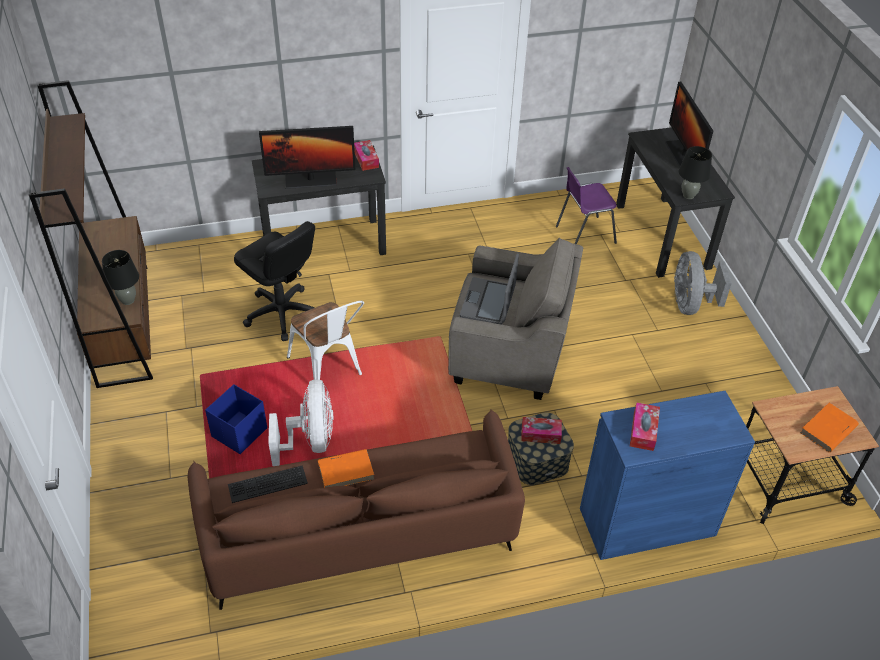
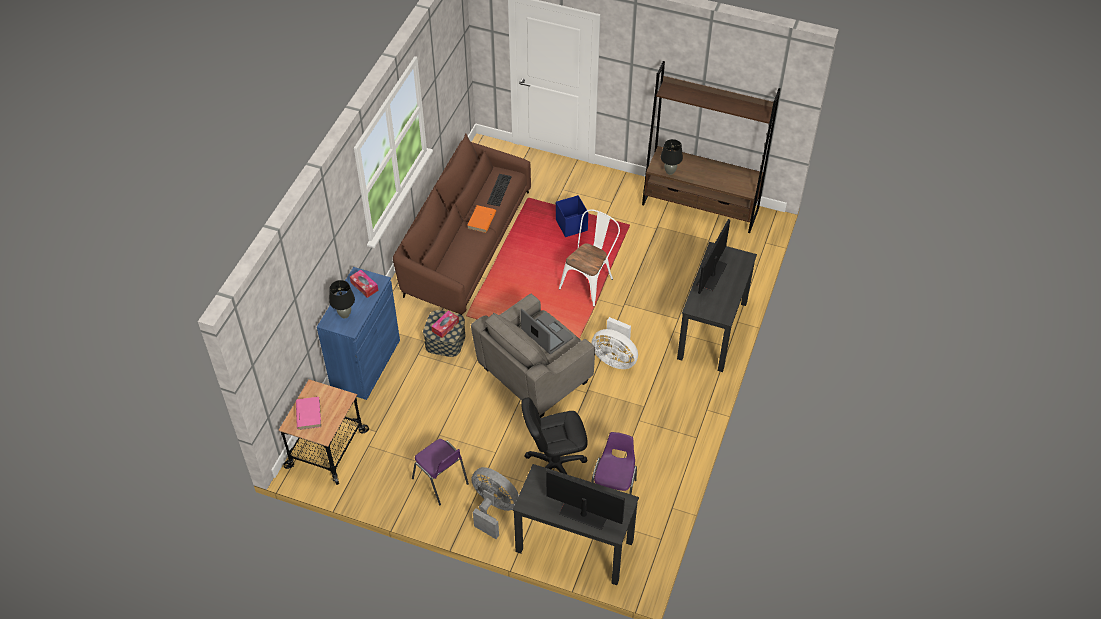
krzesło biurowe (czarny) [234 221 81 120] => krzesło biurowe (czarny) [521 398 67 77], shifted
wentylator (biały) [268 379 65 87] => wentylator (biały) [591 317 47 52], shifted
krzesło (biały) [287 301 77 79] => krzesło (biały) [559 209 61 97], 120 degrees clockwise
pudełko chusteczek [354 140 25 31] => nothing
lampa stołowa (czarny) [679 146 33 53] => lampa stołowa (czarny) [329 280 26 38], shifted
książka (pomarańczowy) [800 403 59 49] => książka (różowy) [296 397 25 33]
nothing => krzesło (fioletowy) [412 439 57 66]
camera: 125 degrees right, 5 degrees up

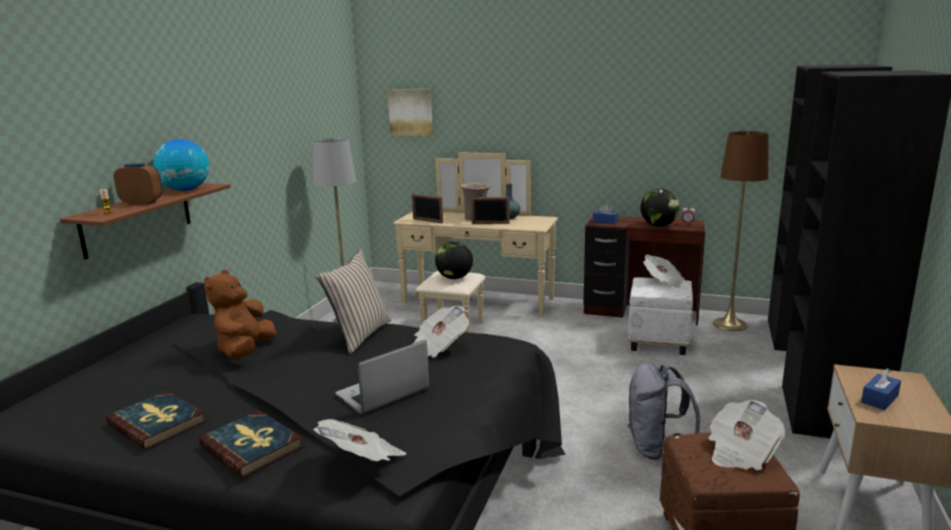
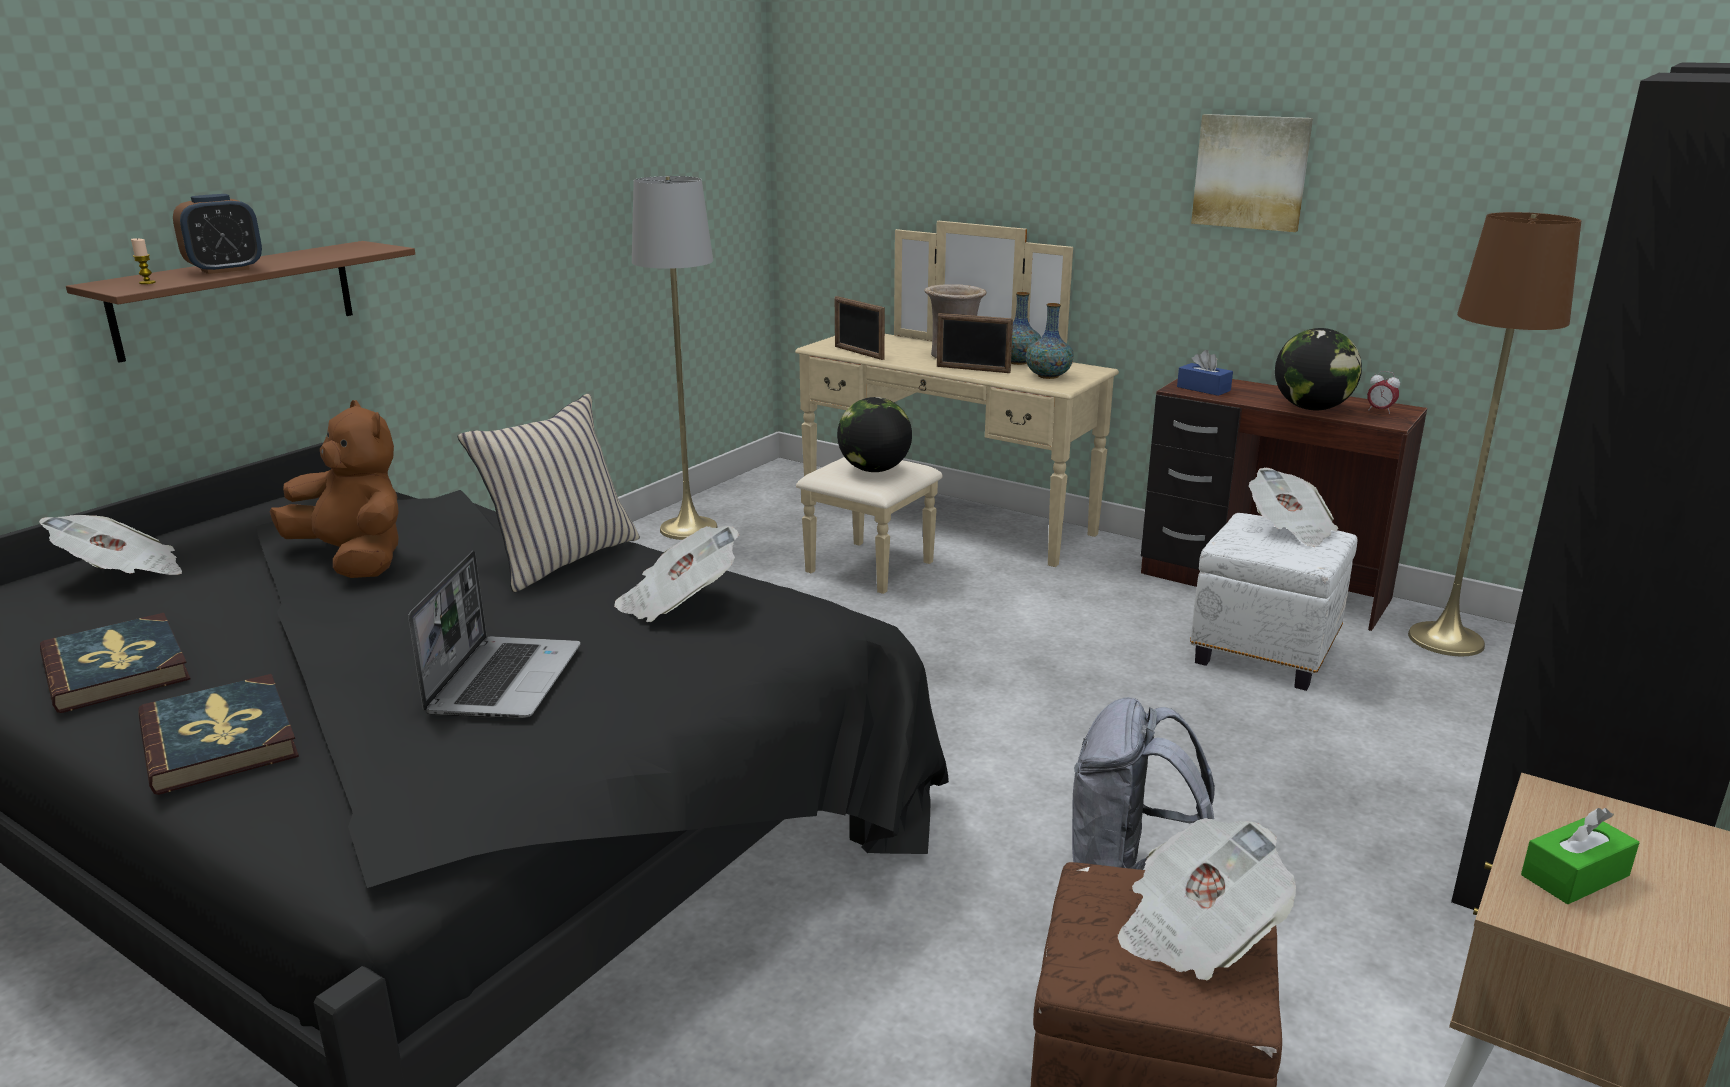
budzik [114 163 49 42] => budzik [173 194 89 80], 120 degrees clockwise
globus [154 139 56 52] => nothing
pluszak (brązowy) [204 269 72 90] => pluszak (brązowy) [270 400 129 178], 105 degrees clockwise
gazeta [313 419 93 43] => gazeta [39 515 143 60], shifted
laptop [335 340 94 75] => laptop [408 551 172 168], 120 degrees clockwise
obraz [387 89 46 47] => obraz [1191 114 122 118], shifted
pudełko chusteczek (niebieski) [861 368 40 42] => pudełko chusteczek (zielony) [1521 808 119 96]
nothing => wazon [1026 303 48 76]
camera: 15 degrees right, 5 degrees up

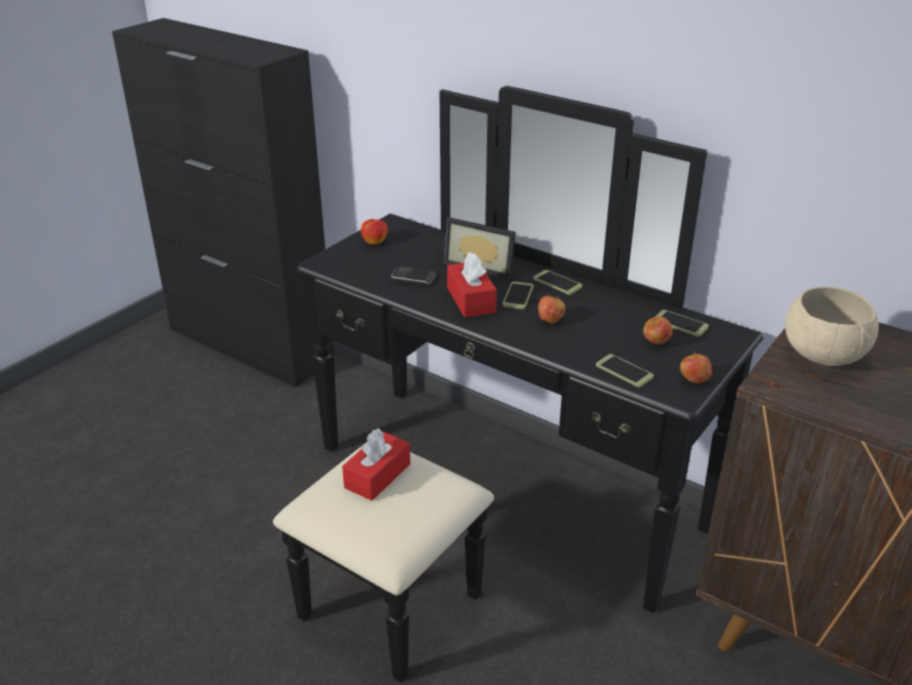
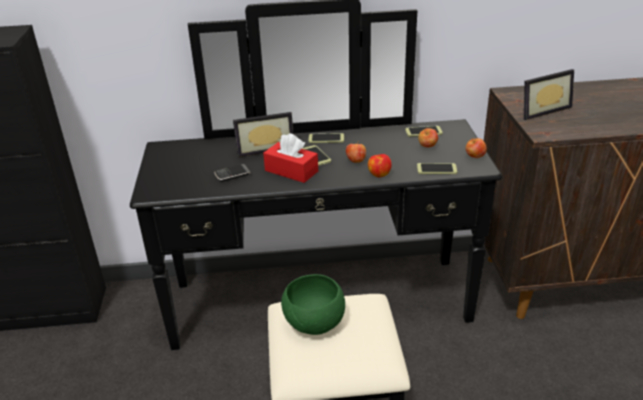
pudełko chusteczek (czerwony) [342 429 68 72] => miska (zielony) [281 274 64 61]
jabłko [361 219 27 26] => jabłko [368 154 24 23], shifted
miska (beżowy) [785 287 94 79] => ramka na zdjęcie [524 69 50 51]
camera: 40 degrees left, 0 degrees up

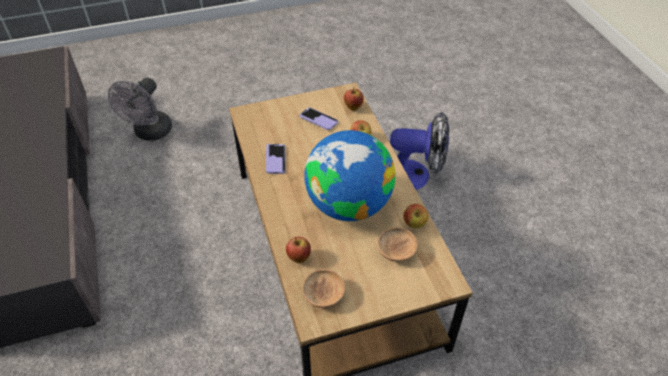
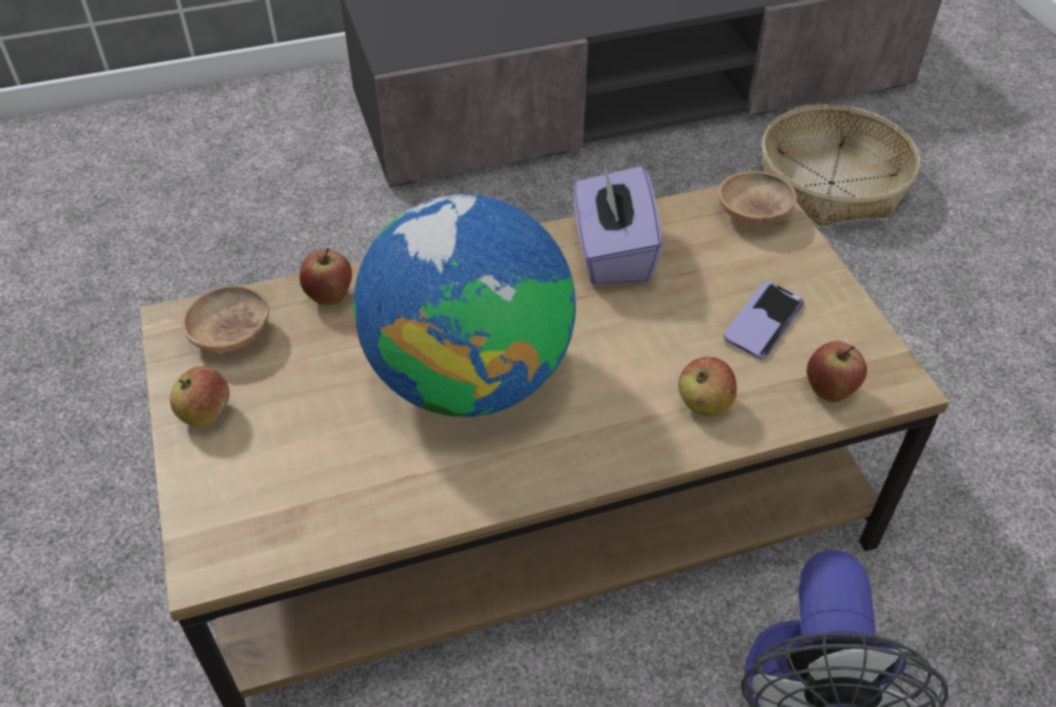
wentylator (szary) [108 78 64 63] => koszyk [761 104 159 122]
telefon [266 144 20 30] => pudełko chusteczek (fioletowy) [574 166 88 119]
miska (brązowy) [377 227 41 35] => miska (brązowy) [718 171 79 53], shifted
jabłko [404 204 24 24] => jabłko [170 366 60 61], shifted
camera: 90 degrees right, 0 degrees up

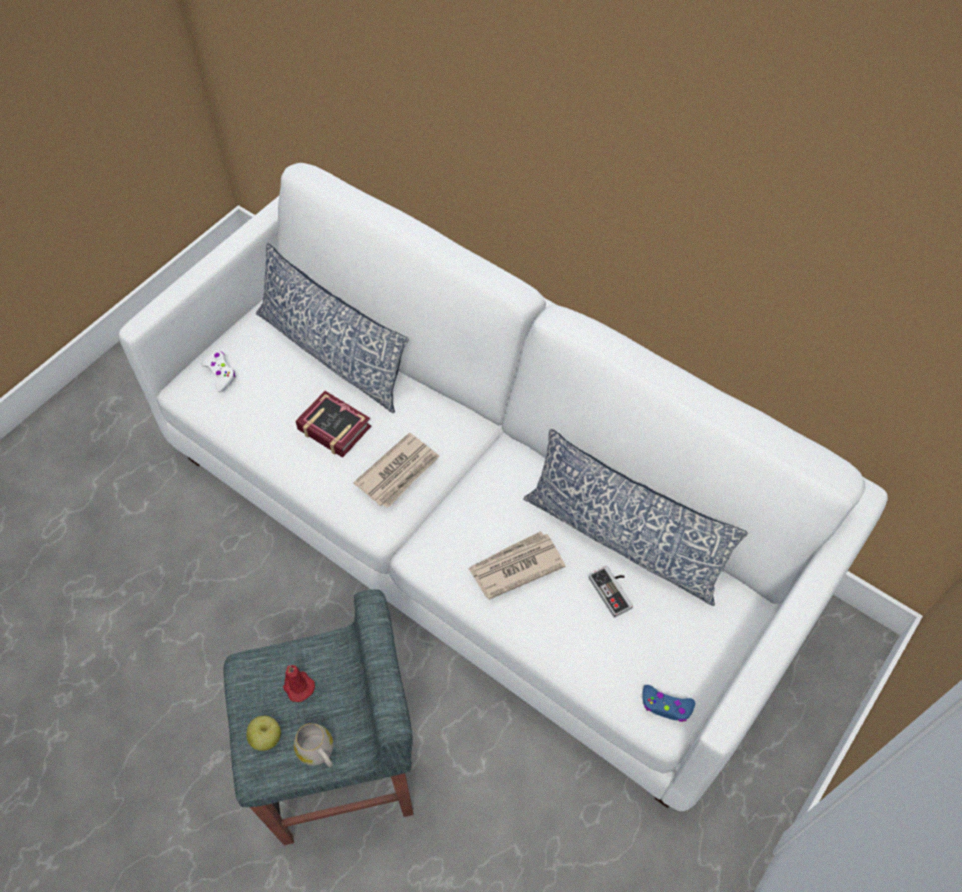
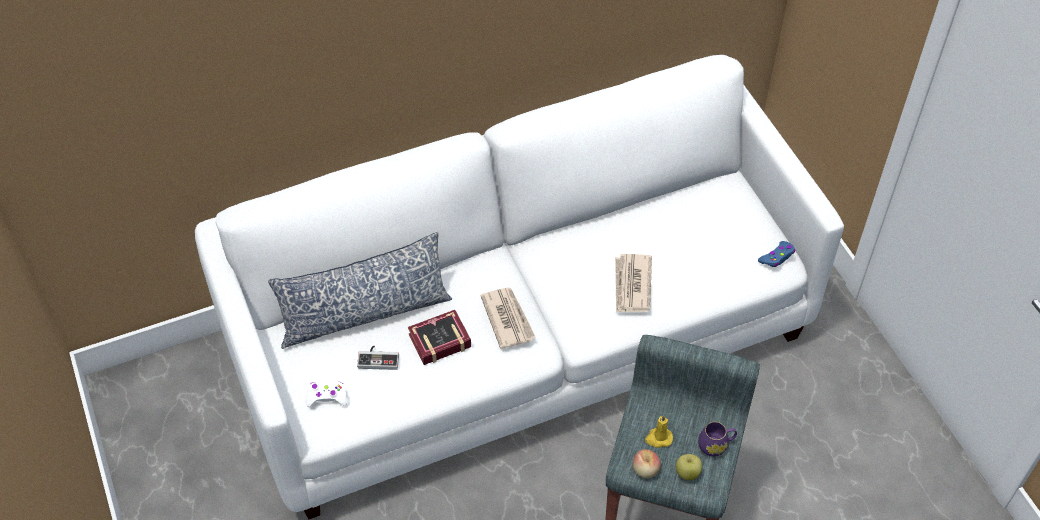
świeca (czerwony) [283 665 32 37] => świeca (żółty) [645 415 28 33]
kubek (biały) [294 723 40 45] => kubek (fioletowy) [698 422 39 34]
poduszka [523 429 225 177] => nothing
pad do gier [589 566 44 52] => pad do gier [357 345 42 25], shifted
nothing => jabłko [633 449 28 29]
camera: 60 degrees left, 5 degrees down

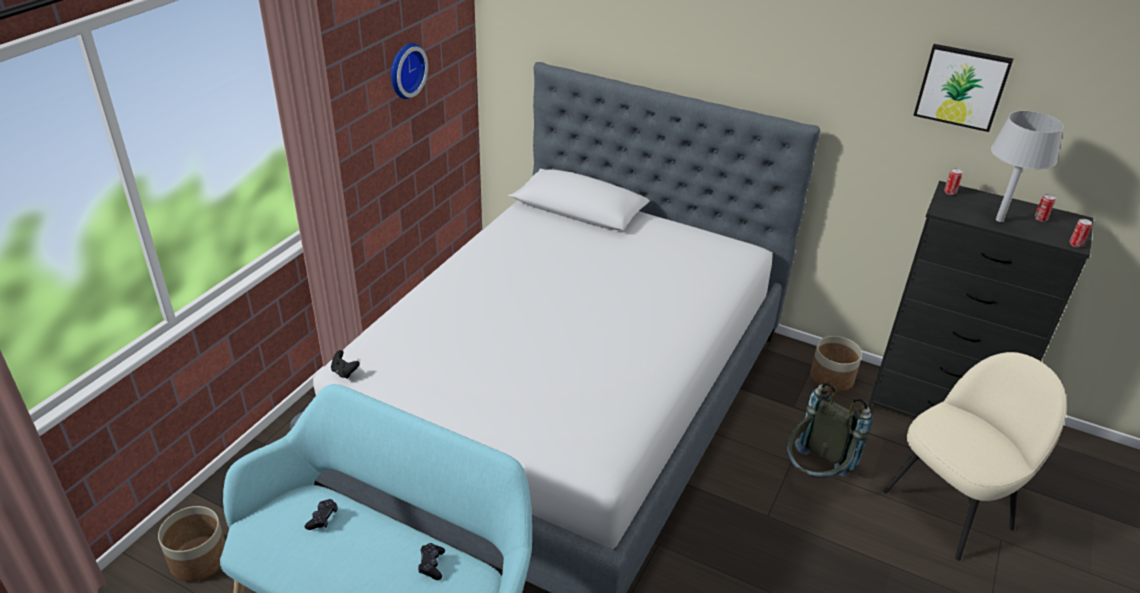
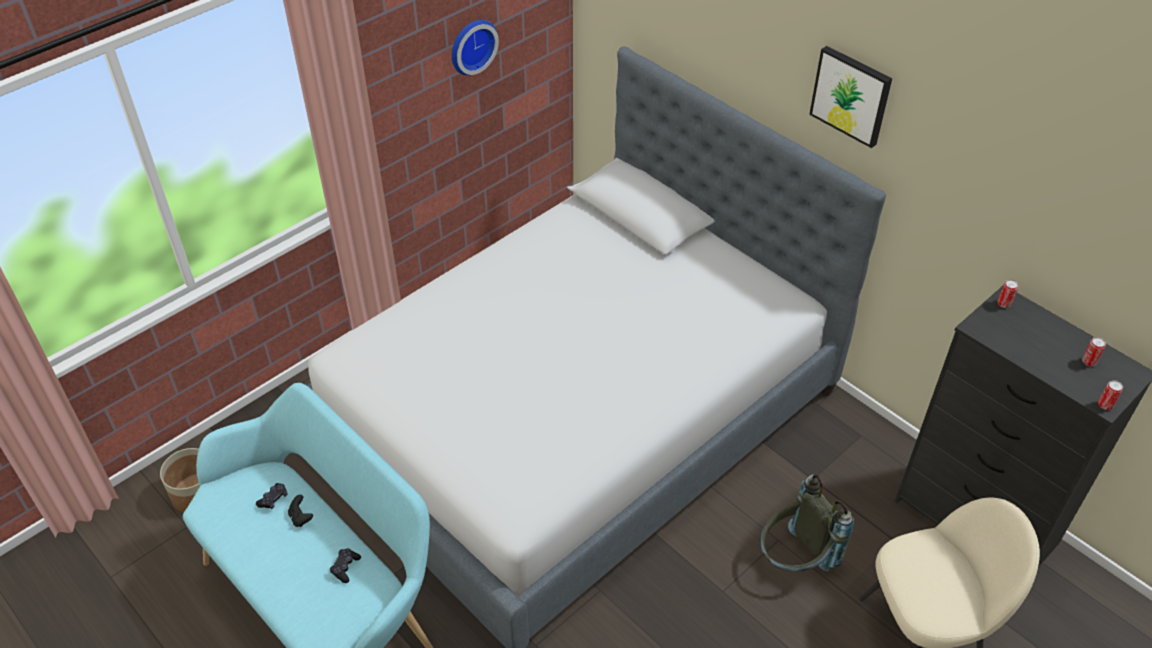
pad do gier (czarny) [331 350 29 29] => pad do gier (czarny) [288 495 25 32], shifted
donica [810 336 52 56] => nothing
obraz [913 44 100 88] => obraz [809 46 83 102], shifted
lampa stołowa (szary) [991 111 73 111] => nothing
camera: 20 degrees right, 10 degrees up

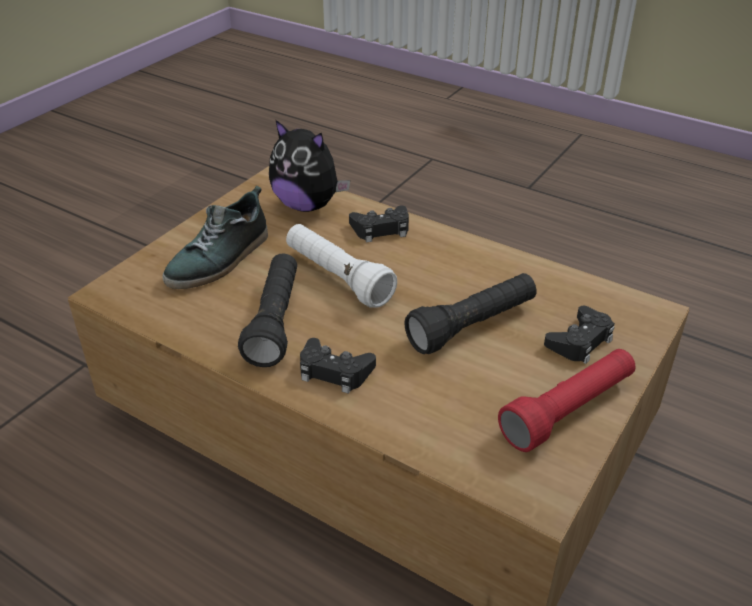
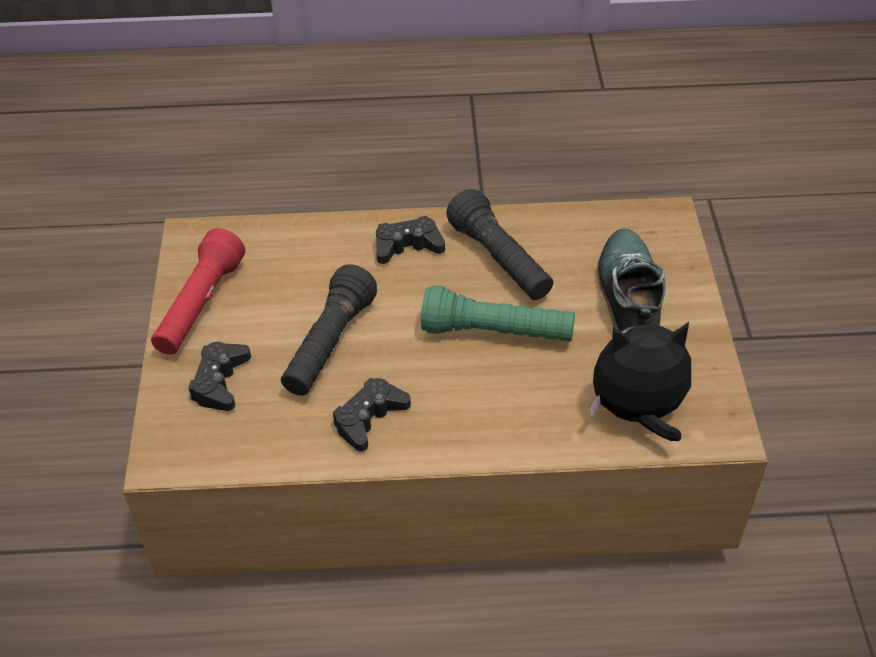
latarka (biały) [286 224 111 84] => latarka (zielony) [421 285 154 57]
pad do gier (czarny) [349 206 60 37] => pad do gier (czarny) [333 378 78 73], shifted
camera: 145 degrees right, 10 degrees up

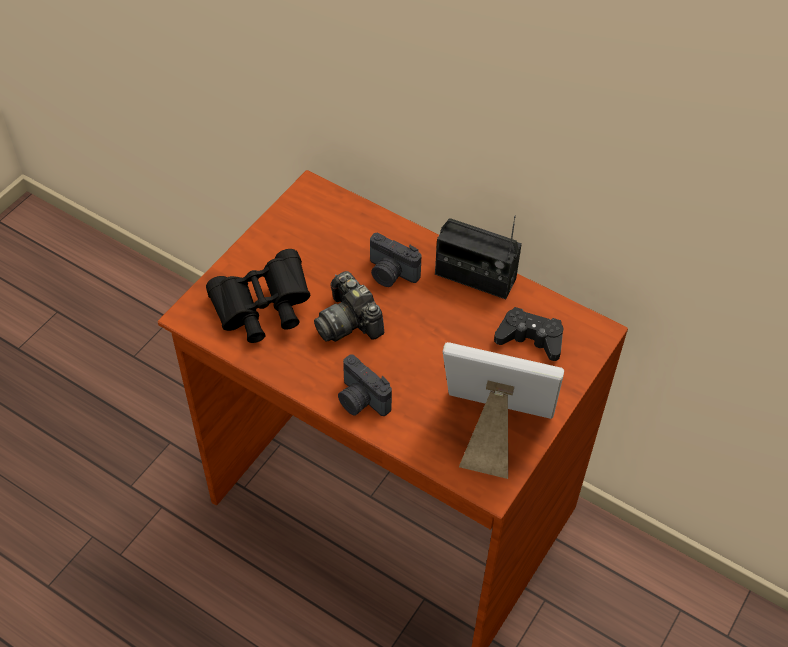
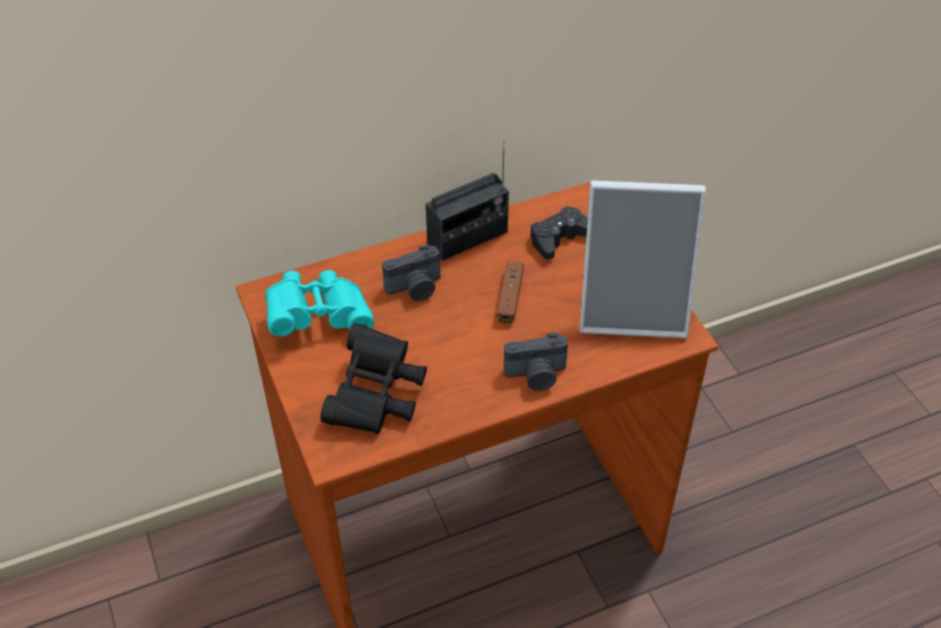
aparat fotograficzny [314 271 70 71] => nothing
ramka na zdjęcie [443 342 121 137] => ramka na zdjęcie [580 180 126 158], 135 degrees counterclockwise
nothing => lornetka (turkusowy) [265 270 109 66]
nothing => pad do gier (brązowy) [497 261 27 63]
camera: 55 degrees left, 5 degrees down

